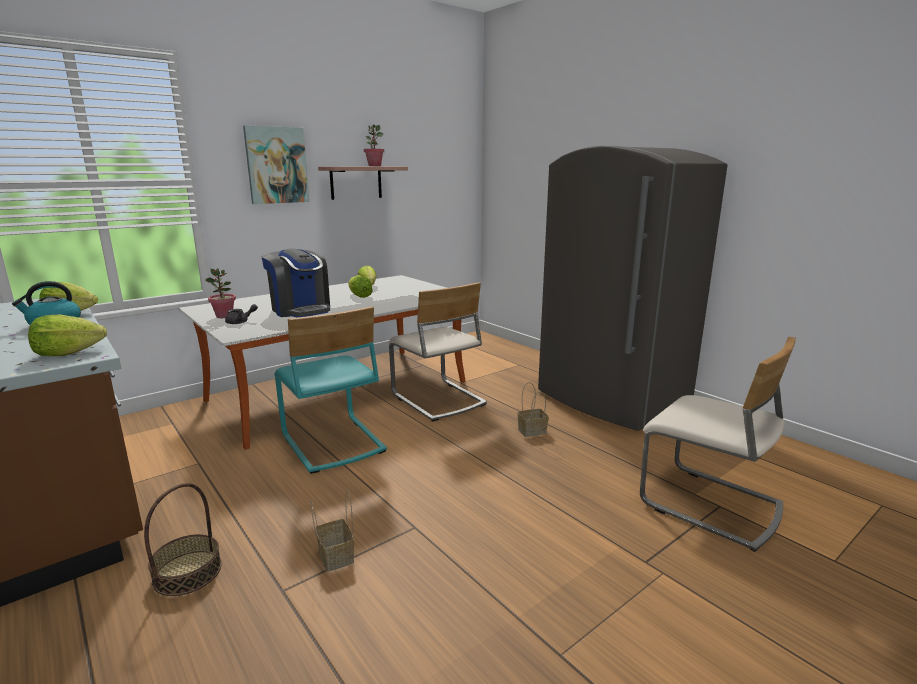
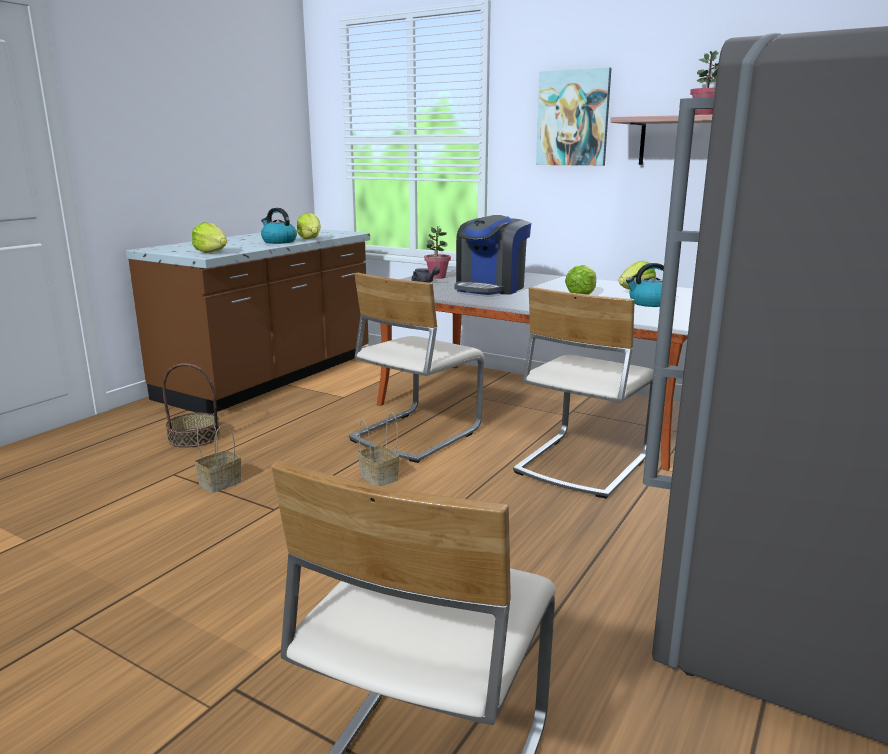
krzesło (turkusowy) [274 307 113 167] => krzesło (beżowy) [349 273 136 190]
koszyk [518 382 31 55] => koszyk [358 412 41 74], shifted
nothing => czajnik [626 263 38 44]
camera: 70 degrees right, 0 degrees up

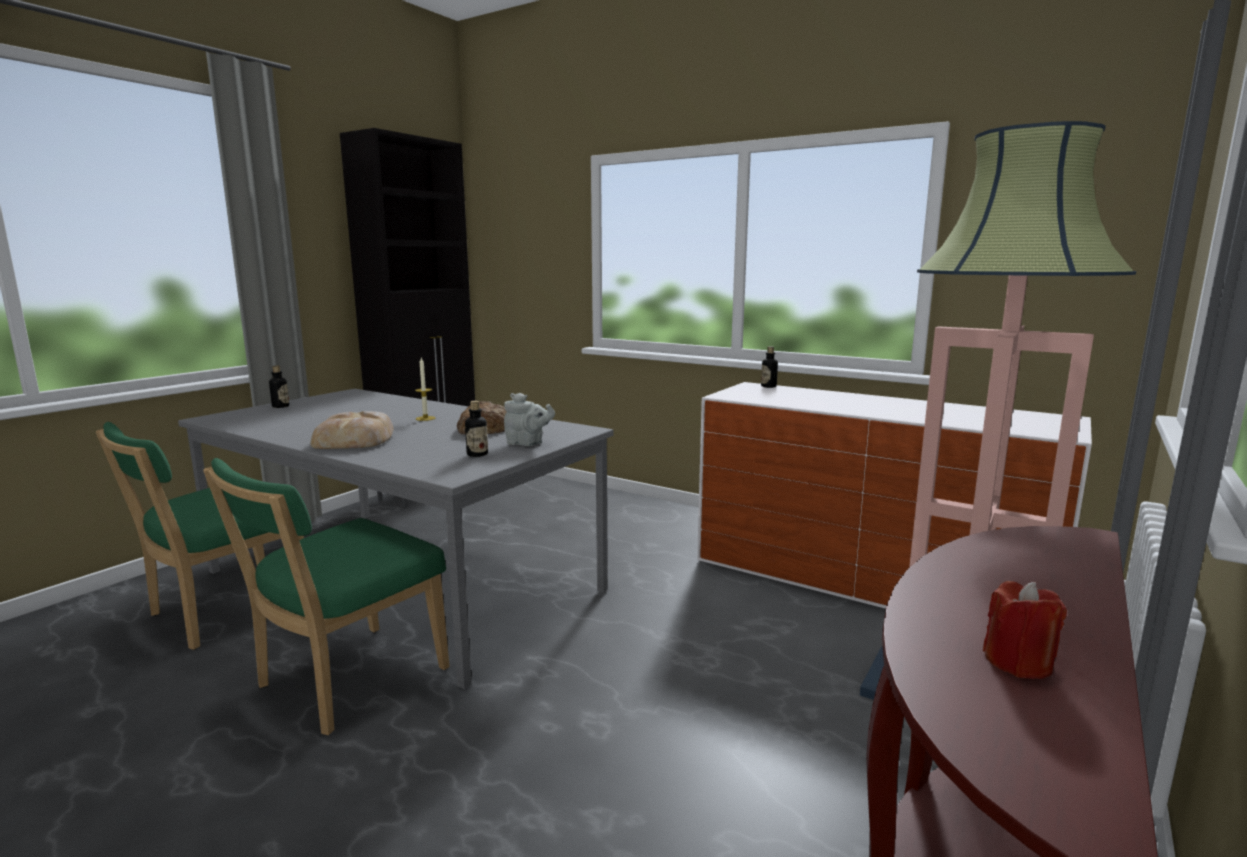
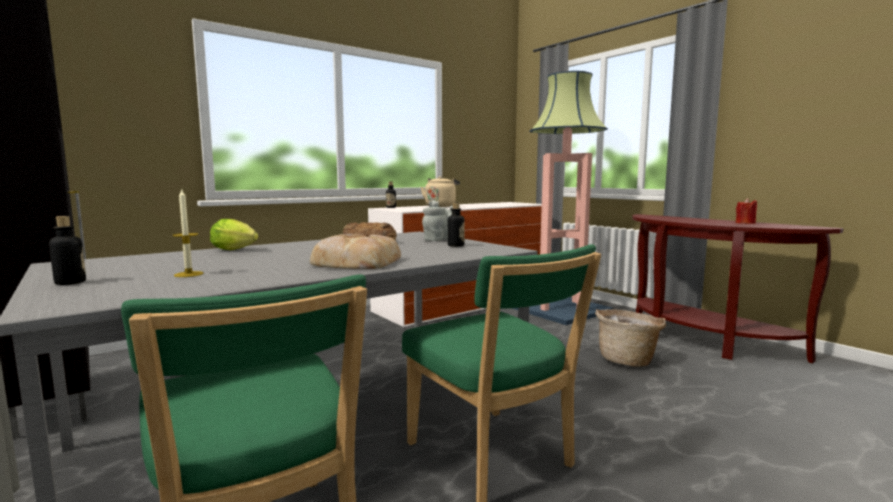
świeca [415 358 20 63] => świeca [173 188 30 89], shifted
nothing => sałata [210 219 48 31]
nothing => czajnik (beżowy) [421 176 39 31]
nothing => koszyk [595 309 71 58]
camera: 70 degrees left, 5 degrees down

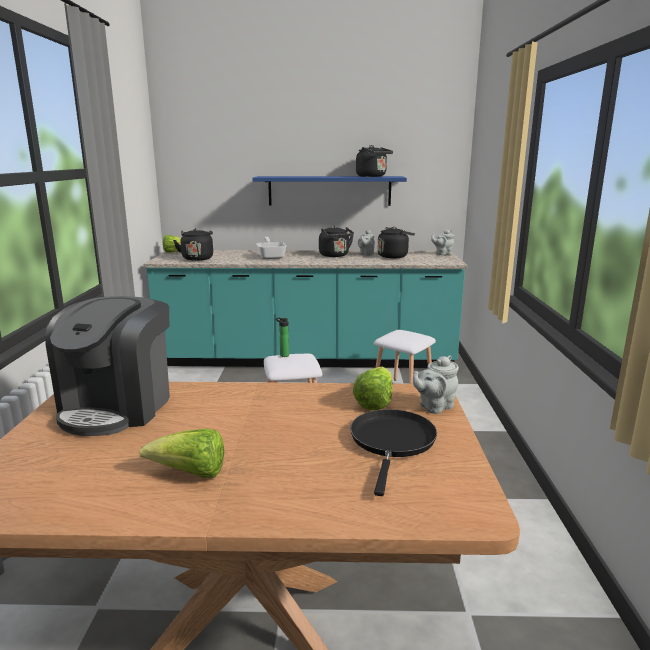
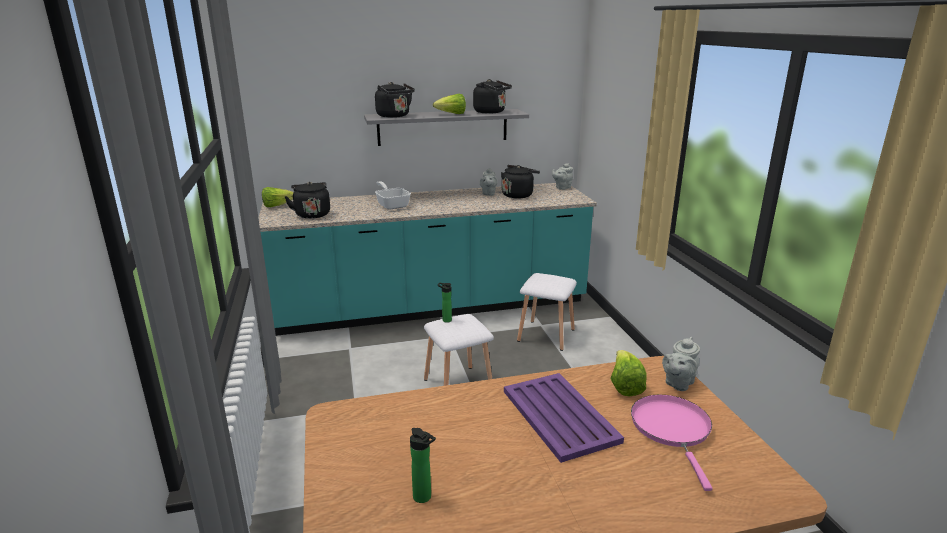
ekspres do kawy [45 296 125 140] => nothing
sałata [140 428 84 50] => sałata [433 94 33 20], shifted
półka (niebieski) [252 176 155 30] => półka (szary) [364 109 165 37]
czajnik (czarny) [319 226 35 31] => czajnik (czarny) [375 82 40 36], shifted
patelnia (czarny) [350 409 87 87] => patelnia (różowy) [631 395 82 96]
nothing => butelka [410 428 26 75]
nothing => taca (fioletowy) [504 373 120 90]
camera: 15 degrees left, 5 degrees up

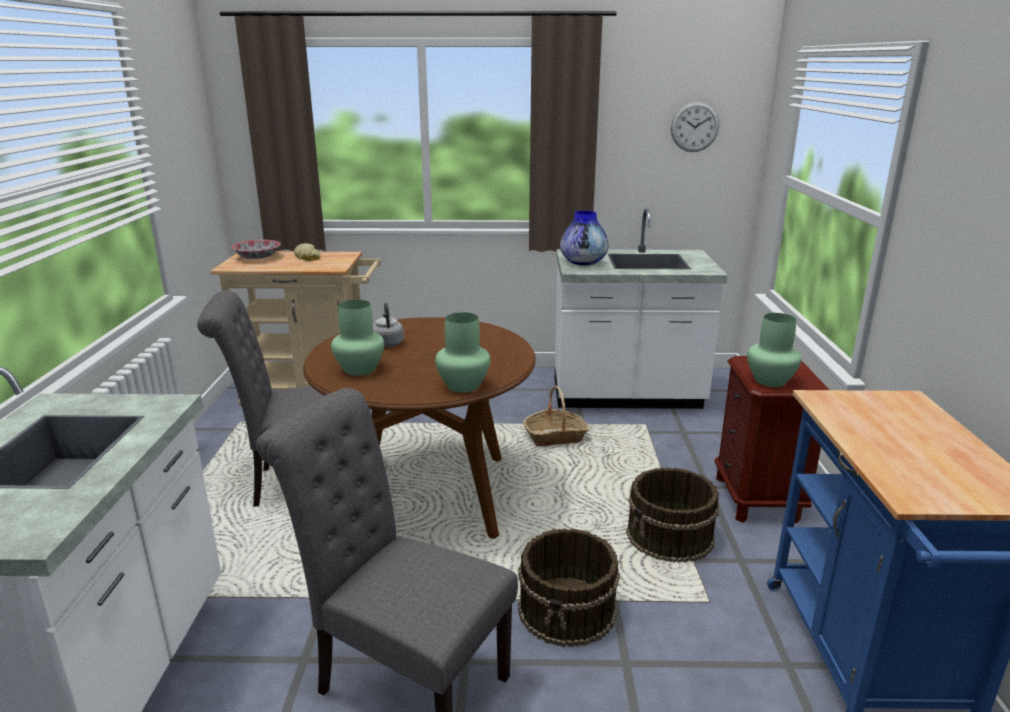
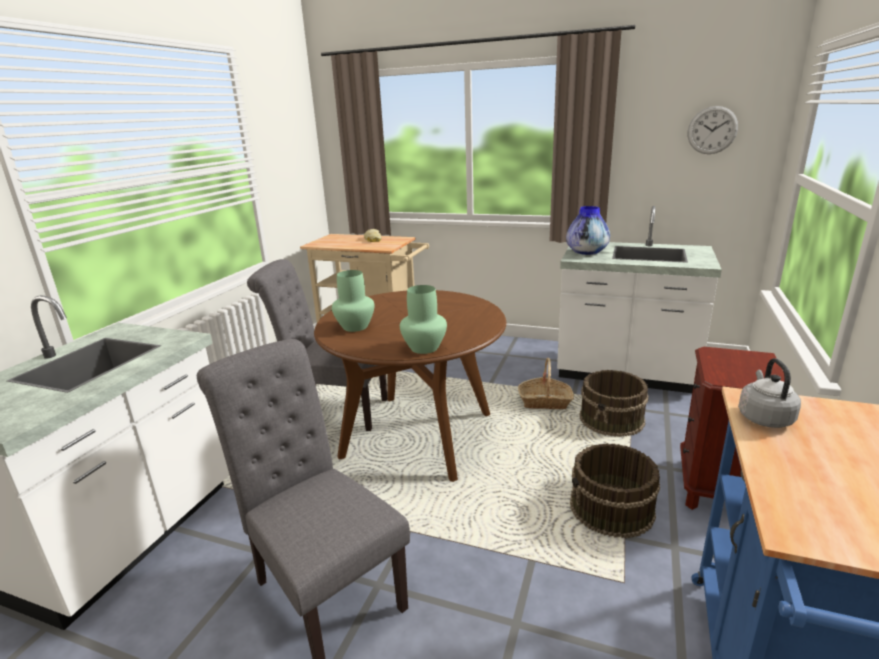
miska [231 240 50 19] => nothing
czajnik (szary) [373 303 31 44] => czajnik (szary) [738 358 63 70], shifted
wiadro (brązowy) [518 528 102 119] => wiadro (brązowy) [579 370 69 67], shifted
wazon (zielony) [747 313 55 74] => nothing
camera: 20 degrees right, 0 degrees up

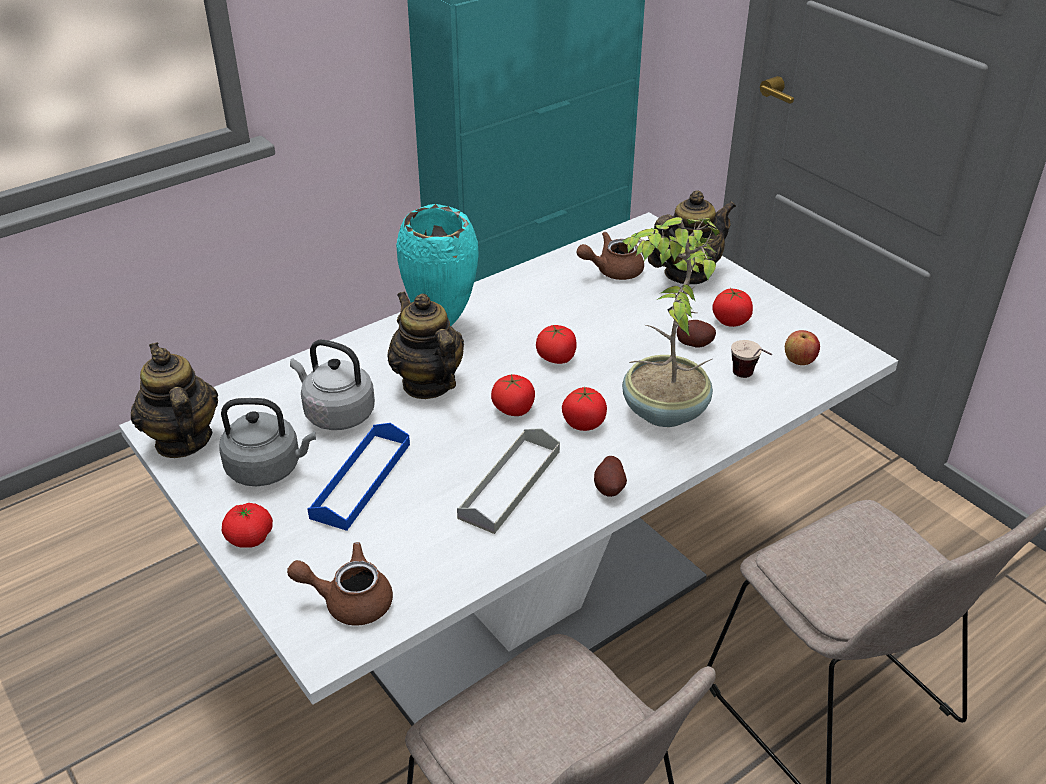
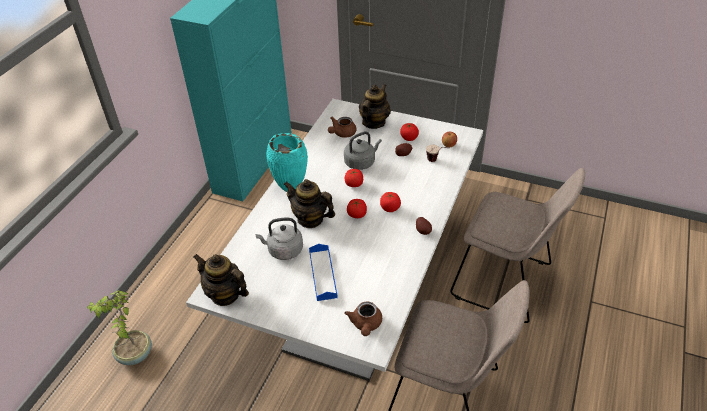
czajnik (szary) [219 398 97 88] => czajnik (szary) [344 132 38 38], shifted
pomidor [222 503 51 44] => nothing
imbryk (brązowy) [287 542 106 84] => imbryk (brązowy) [344 302 38 34], 60 degrees counterclockwise
taca (szary) [457 428 103 106] => nothing
roślina doniczkowa [622 217 98 210] => roślina doniczkowa [87 290 65 75], shifted
camera: 30 degrees left, 5 degrees up

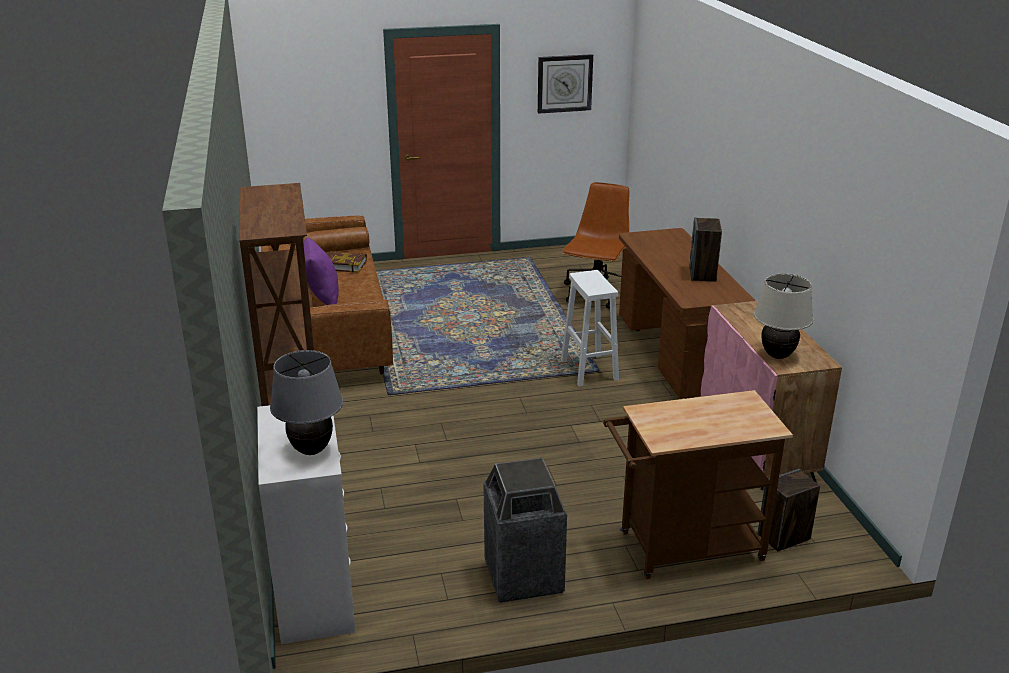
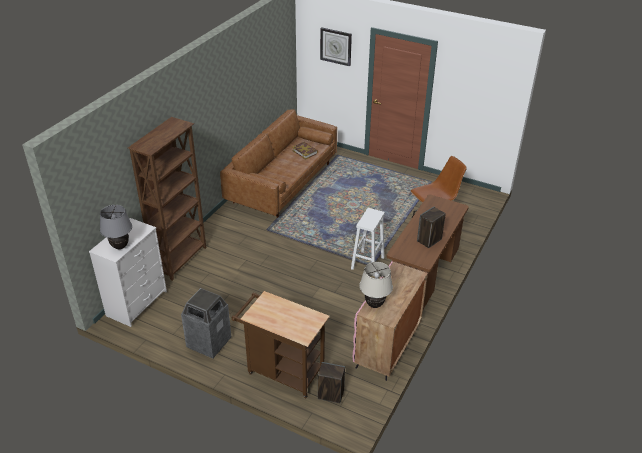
poduszka (fioletowy) [303 238 36 67] => nothing
zegar ścienny [538 54 55 60] => zegar ścienny [320 27 32 39], shifted
camera: 40 degrees right, 10 degrees up

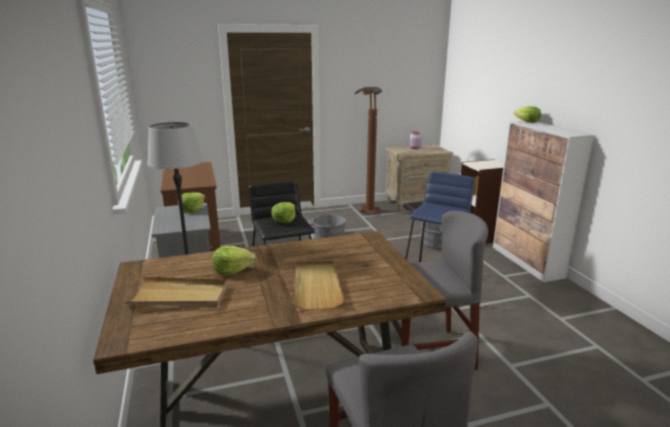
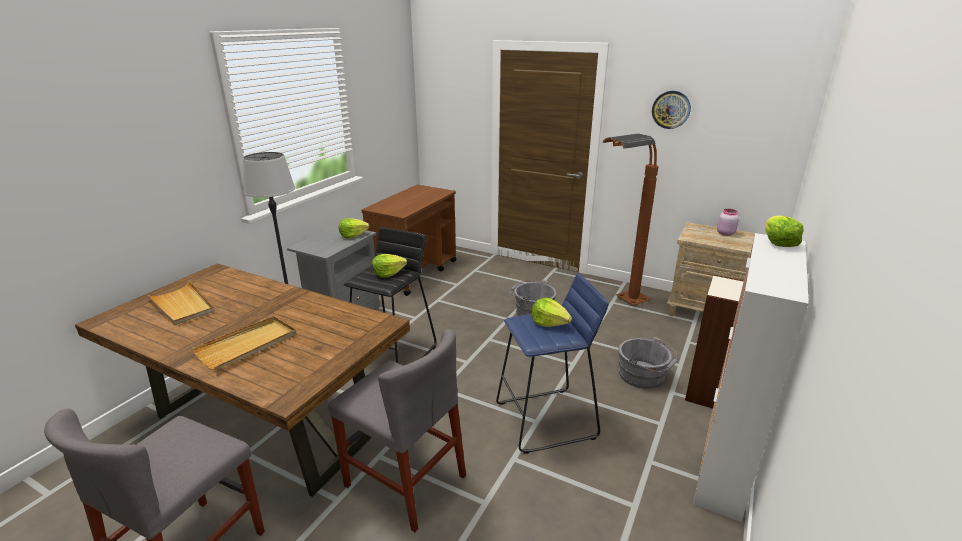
sałata [212 246 45 29] => sałata [531 297 41 30], shifted
nothing => zegar ścienny [652 91 39 38]
camera: 45 degrees right, 5 degrees up

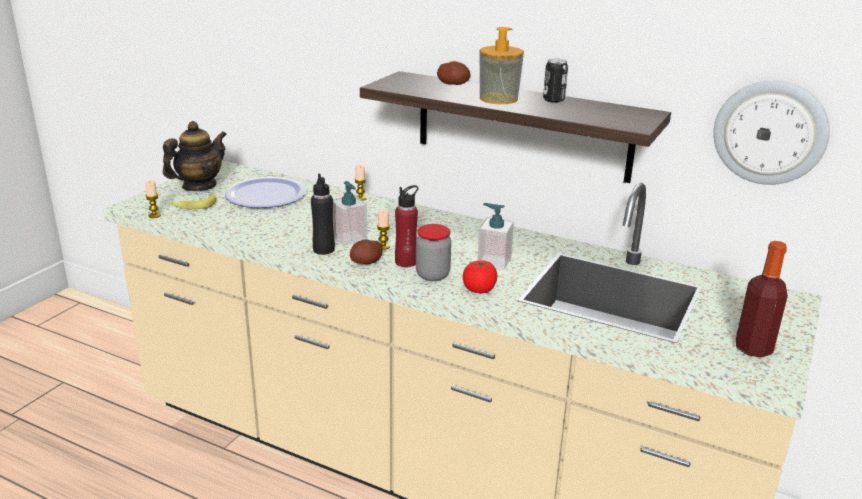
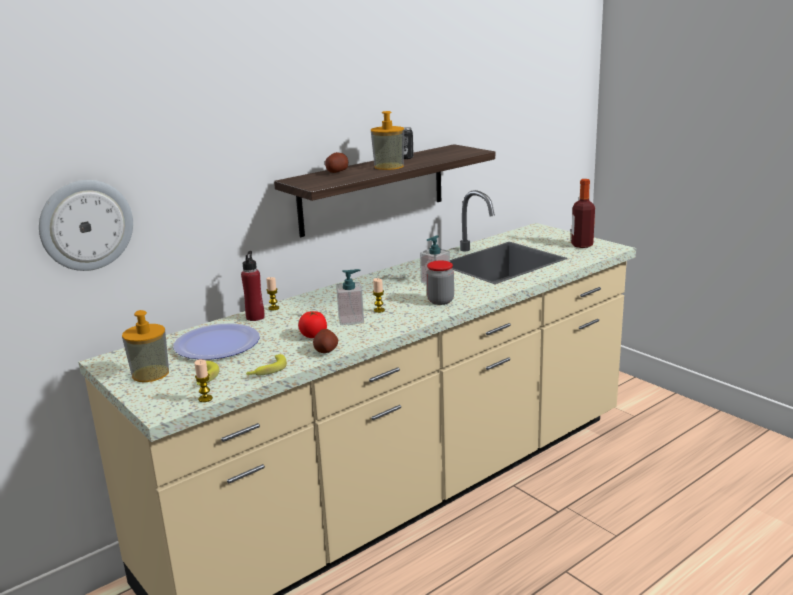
imbryk [163 121 64 70] => dozownik mydła [122 310 47 72]
butelka (czarny) [311 174 24 81] => nothing
ziemniak [350 239 33 25] => ziemniak [313 329 25 24], shifted
butelka (czerwony) [395 185 24 82] => butelka (czerwony) [241 251 24 70], shifted
pomidor [463 260 34 33] => pomidor [298 311 29 27], shifted
zegar ścienny [713 81 117 104] => zegar ścienny [39 180 94 91], shifted
nothing => banan [246 354 41 21]
camera: 65 degrees left, 5 degrees down

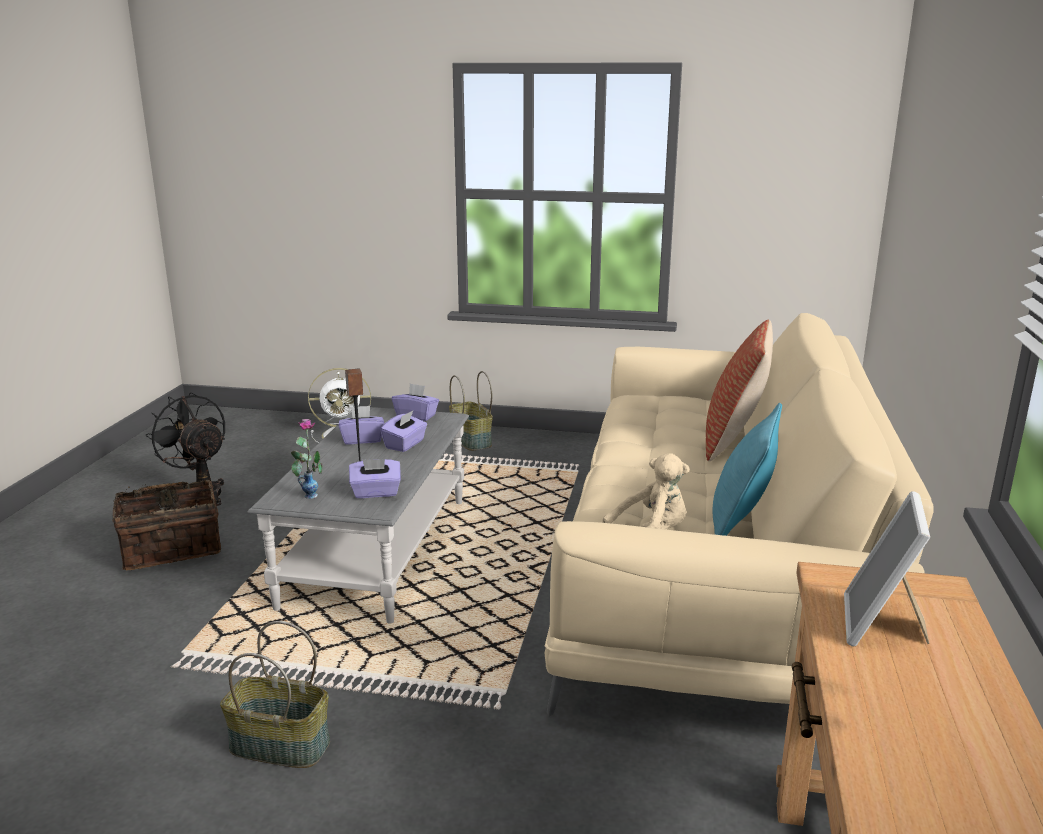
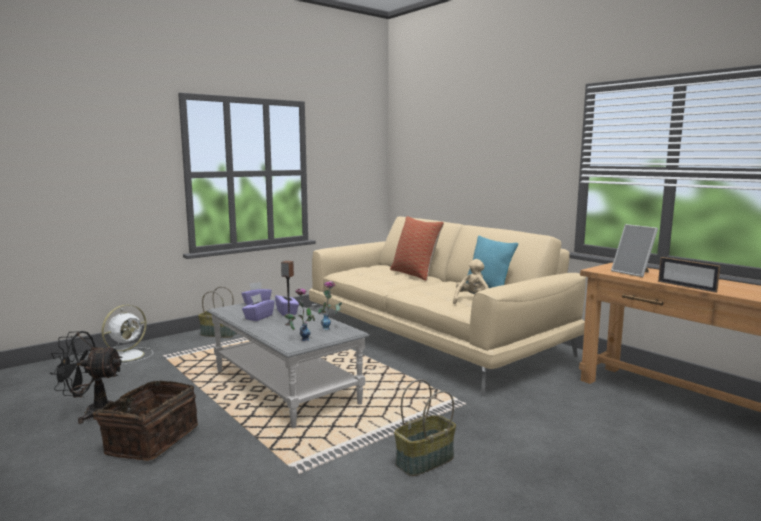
pudełko chusteczek (fioletowy) [349 459 52 39] => wazon [318 281 24 49]
nothing => ramka na zdjęcie [658 257 62 36]
camera: 50 degrees left, 10 degrees down

